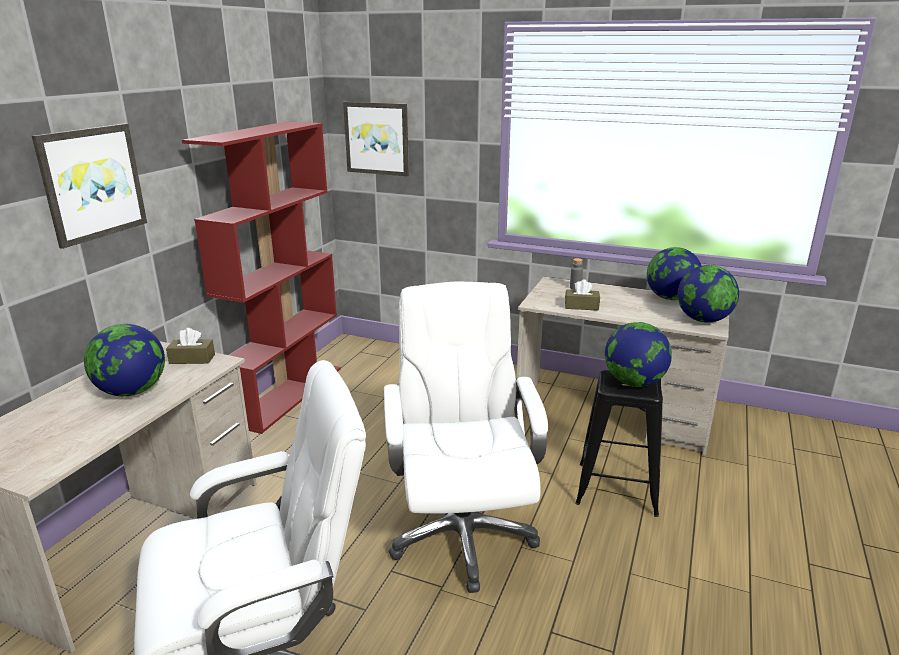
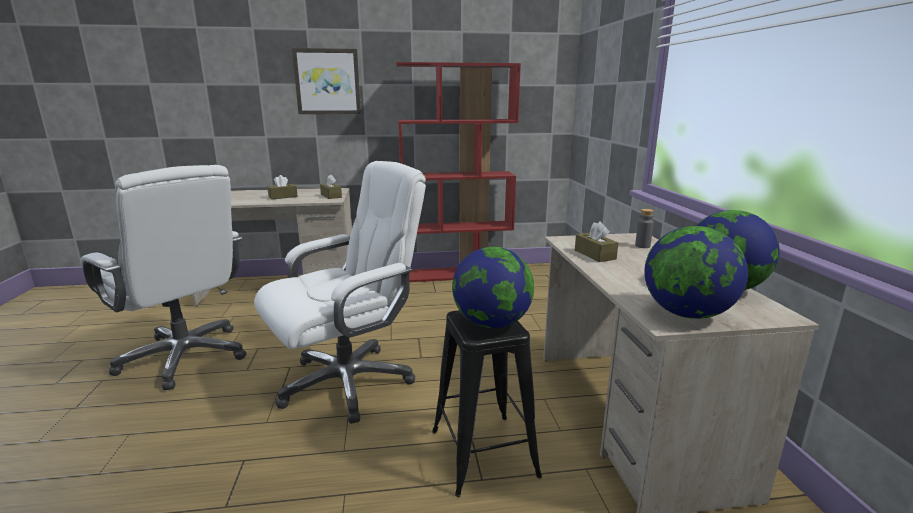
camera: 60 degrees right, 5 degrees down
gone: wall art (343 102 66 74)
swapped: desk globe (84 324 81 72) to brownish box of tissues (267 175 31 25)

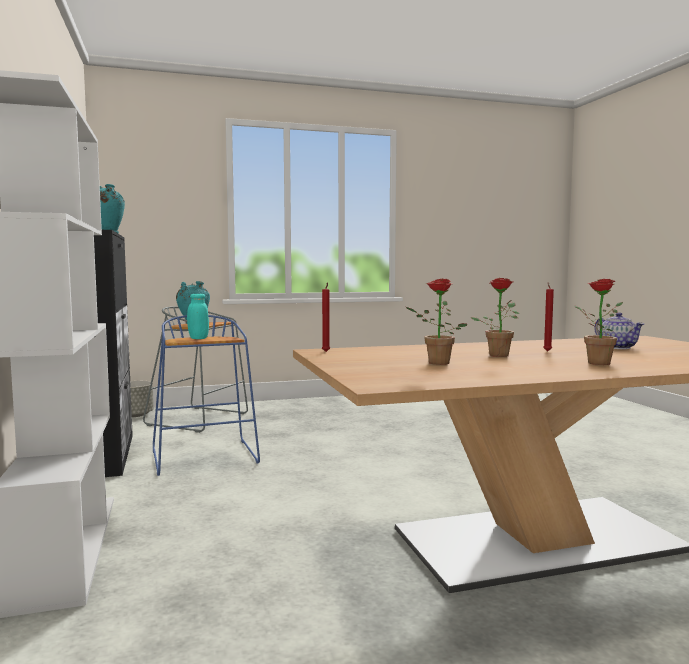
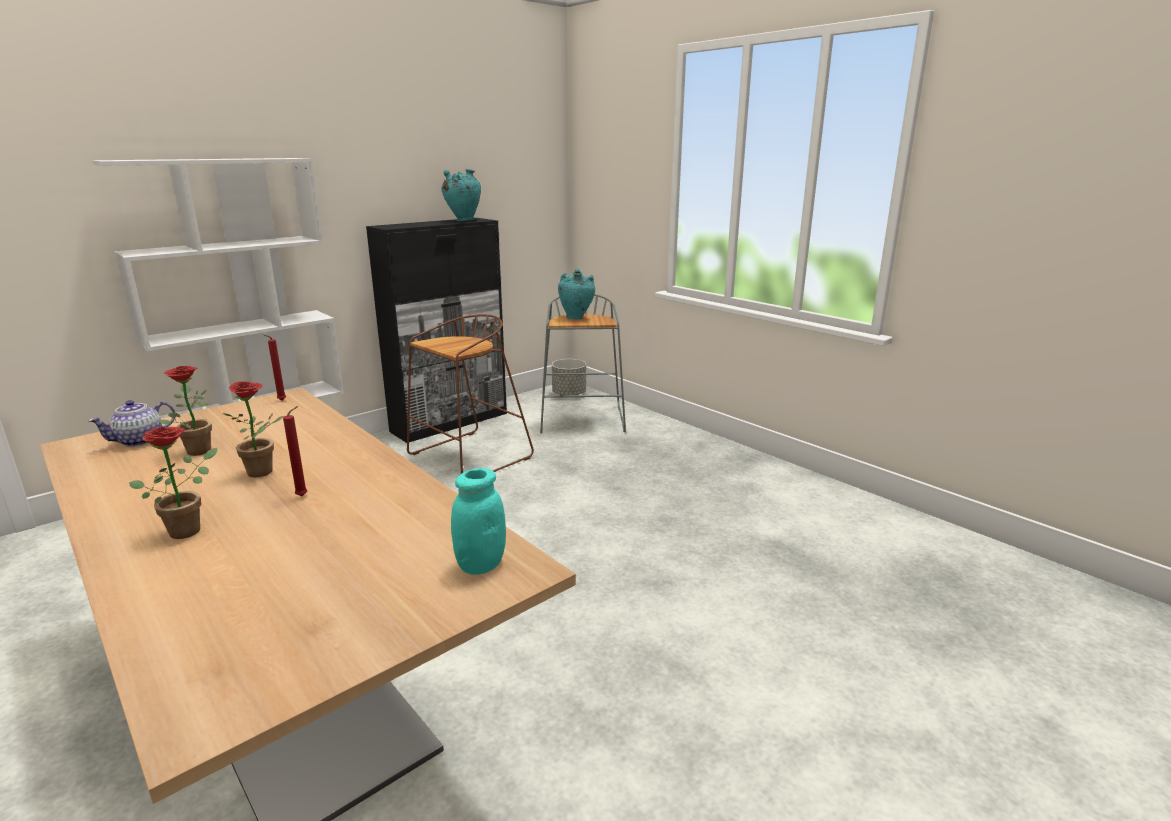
camera: 65 degrees right, 15 degrees up
shifted: blue-green storage jar (187 294 22 45) to (451 468 55 107); teapot (594 312 50 37) to (88 400 87 47)
repainted: blue stool seat (153 315 107 161) to brownish stool seat (407 314 127 160)

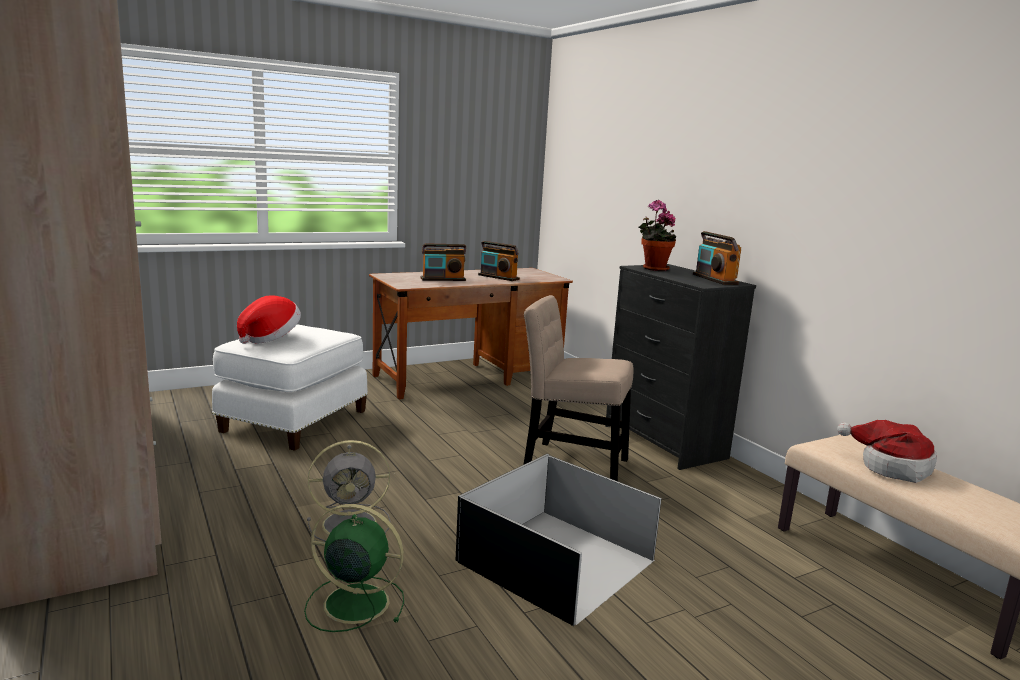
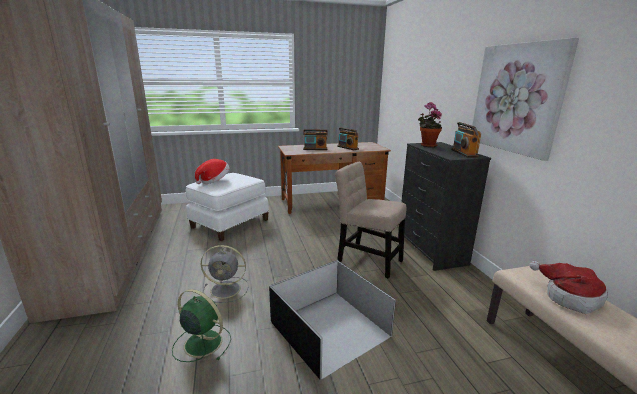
camera: 15 degrees right, 5 degrees up
new: wall art (472 38 107 123)

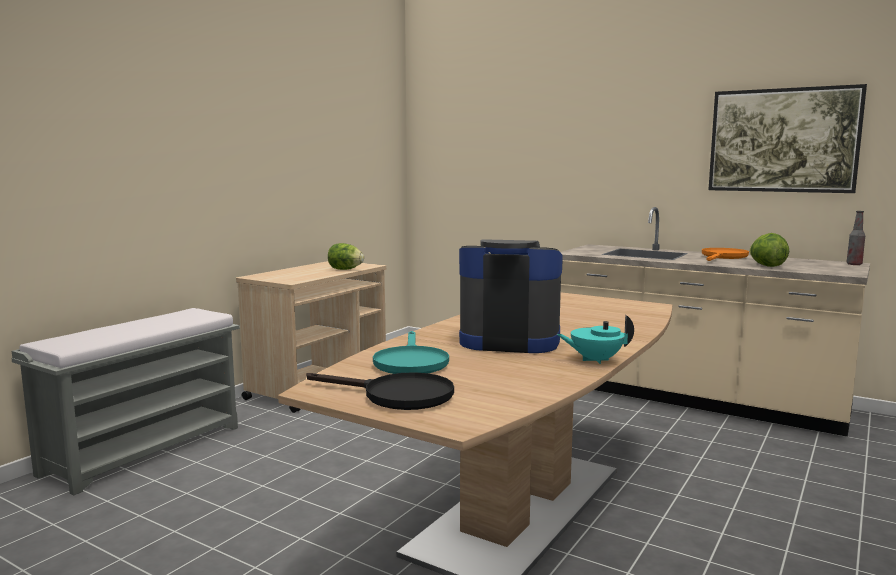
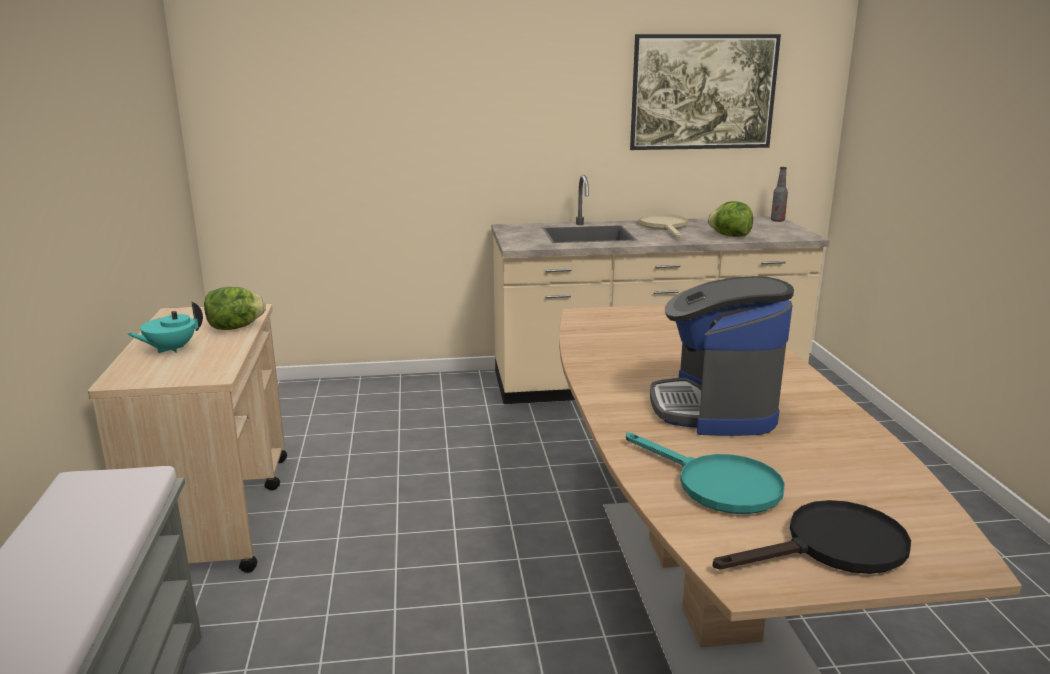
camera: 40 degrees left, 10 degrees up
shifted: blue-green teapot (557 315 77 49) to (127 301 76 52)
repainted: orange frying pan (702 248 47 13) to sand-coloured frying pan (639 214 49 24)
rotated: coffee machine (459 239 104 114) = (650 276 144 160) 60 degrees counterclockwise

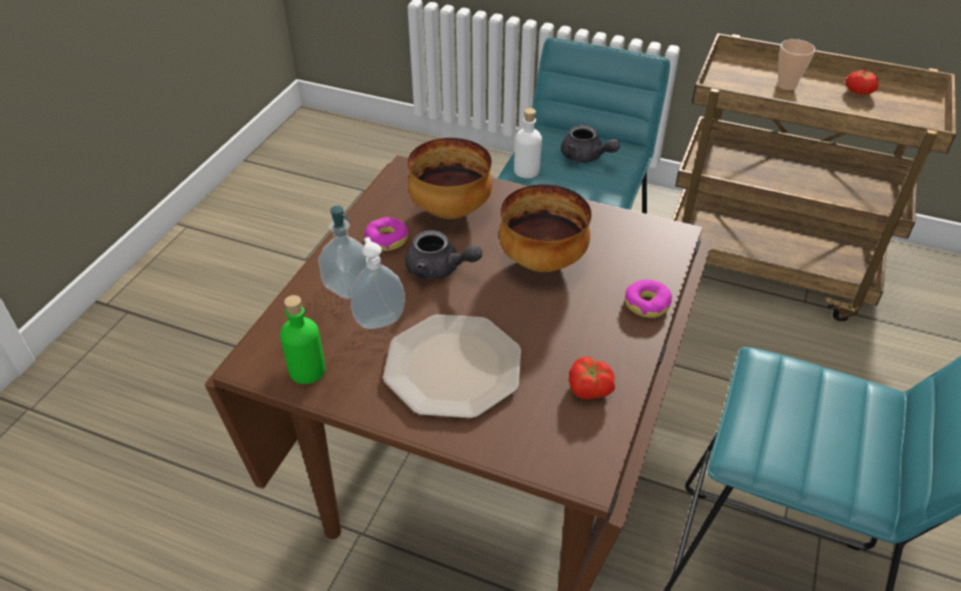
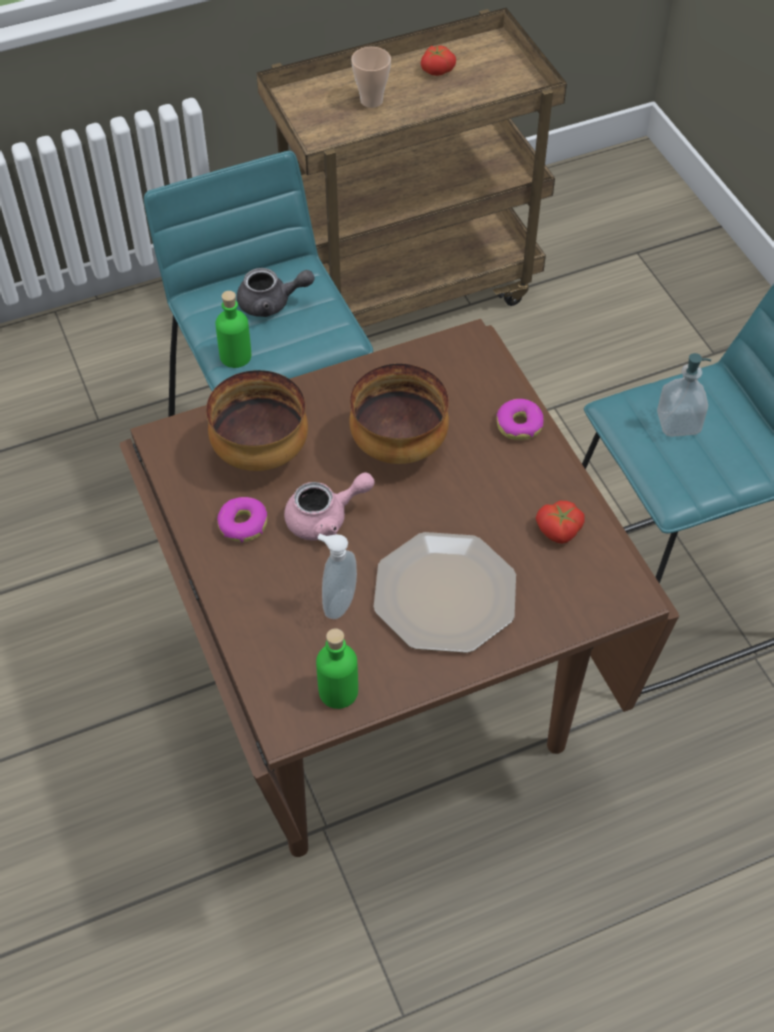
camera: 45 degrees left, 10 degrees up
shifted: soap bottle (318 206 49 93) to (657 353 54 84)
repainted: grey teapot (405 230 77 50) to pinkish teapot (284 472 91 69); whitish drink bottle (514 108 28 70) to green-coloured drink bottle (215 291 36 77)

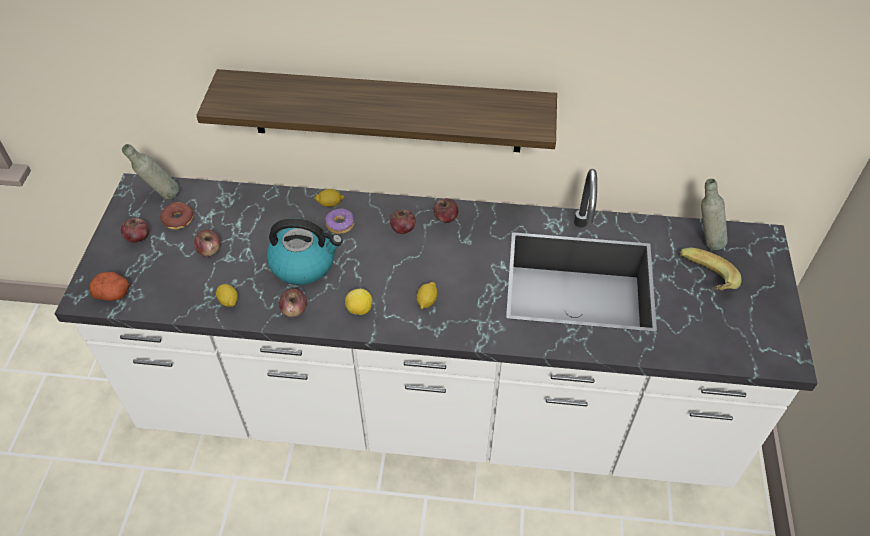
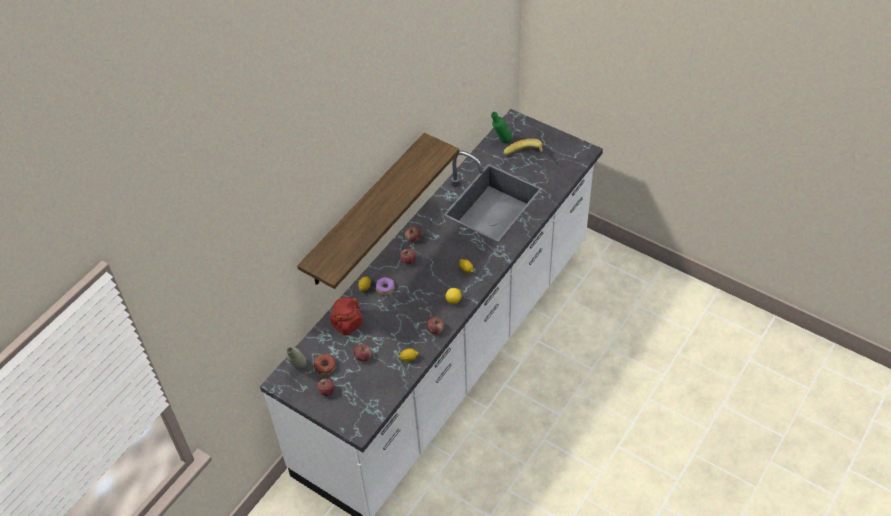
camera: 60 degrees left, 0 degrees up
gone: whole potato (89 272 40 29); water kettle (266 218 77 67)
new: reddish storage jar (330 297 33 38)
repainted: grey drink bottle (701 179 27 71) to green-coloured drink bottle (491 112 21 32)

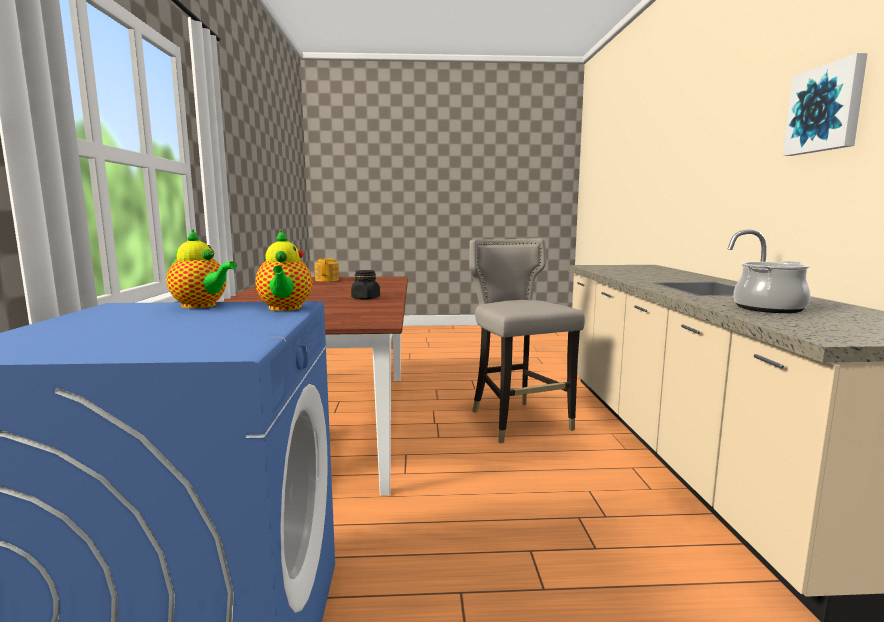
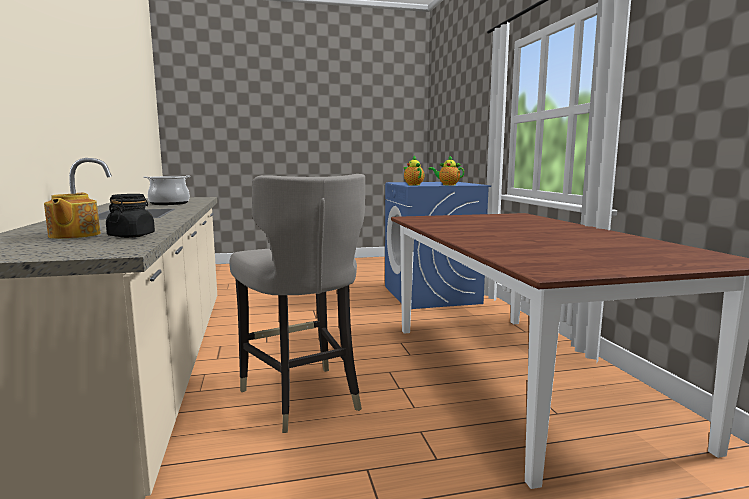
camera: 170 degrees right, 0 degrees up
gone: wall art (783 53 85 103)
shifted: teapot (315 258 24 24) to (44 193 56 46); blackish storage jar (351 270 29 30) to (106 194 49 44)

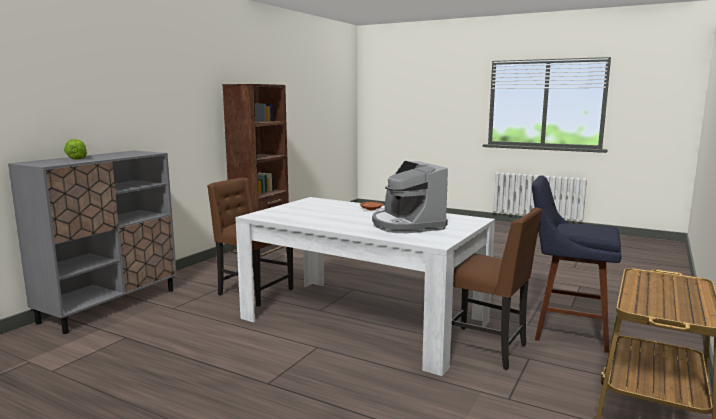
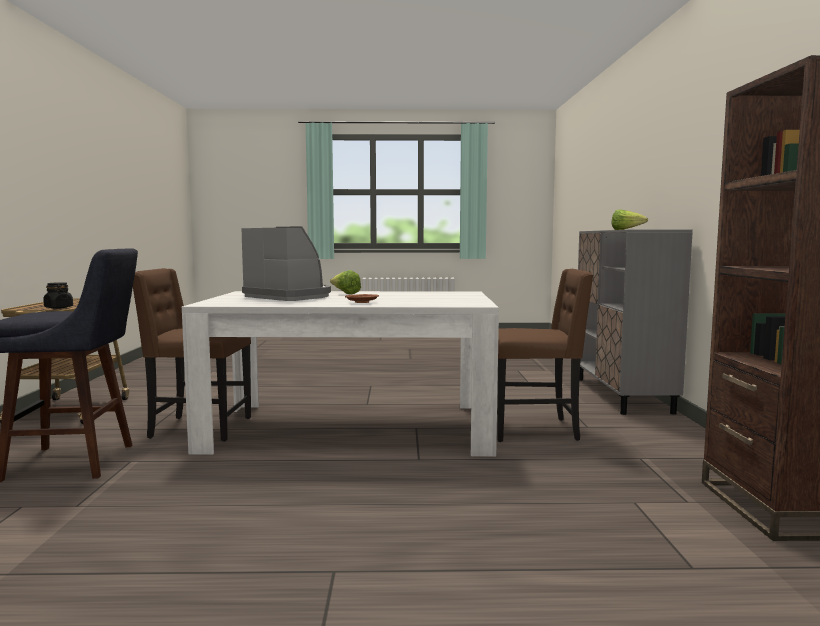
camera: 150 degrees right, 5 degrees down
new: blackish storage jar (43 282 30 27); lettuce head (330 270 31 25)

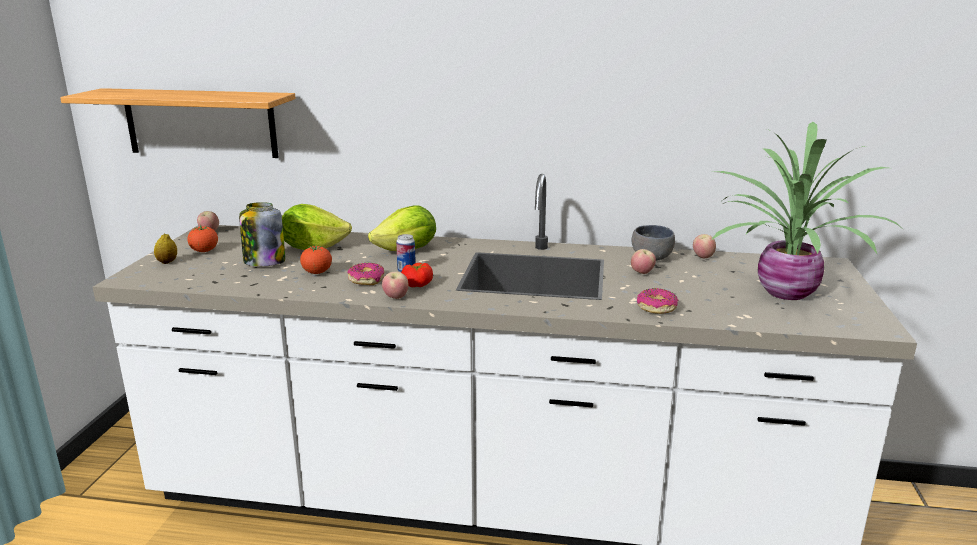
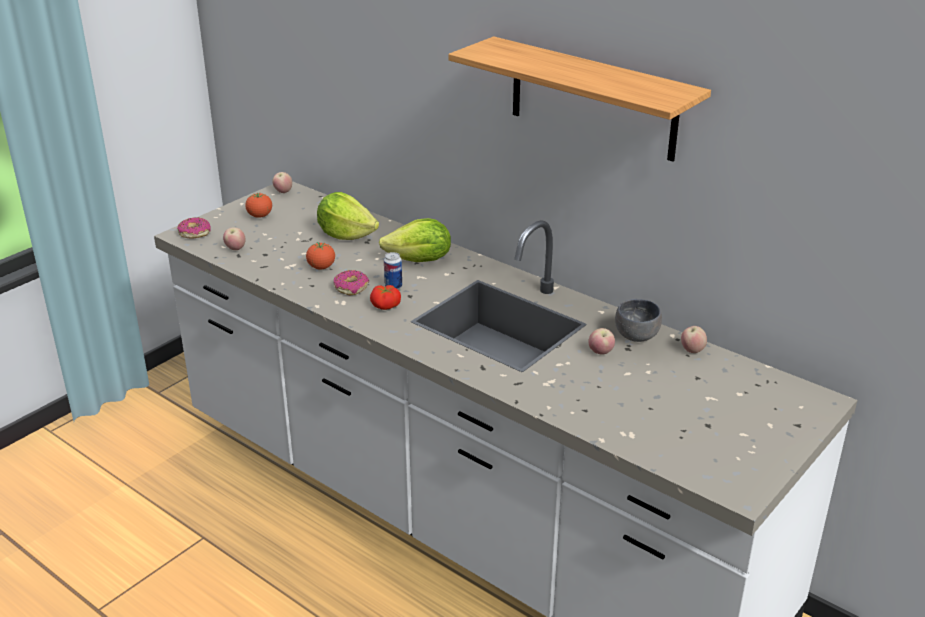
camera: 30 degrees right, 10 degrees up
gone: lemon (154 234 23 30); storage jar (239 202 46 64); plant in a pot (711 122 189 178)
shifted: shelf (60 88 236 70) to (448 36 263 126); apple (382 272 27 27) to (223 227 23 23); doughnut (637 288 42 26) to (177 217 34 22)

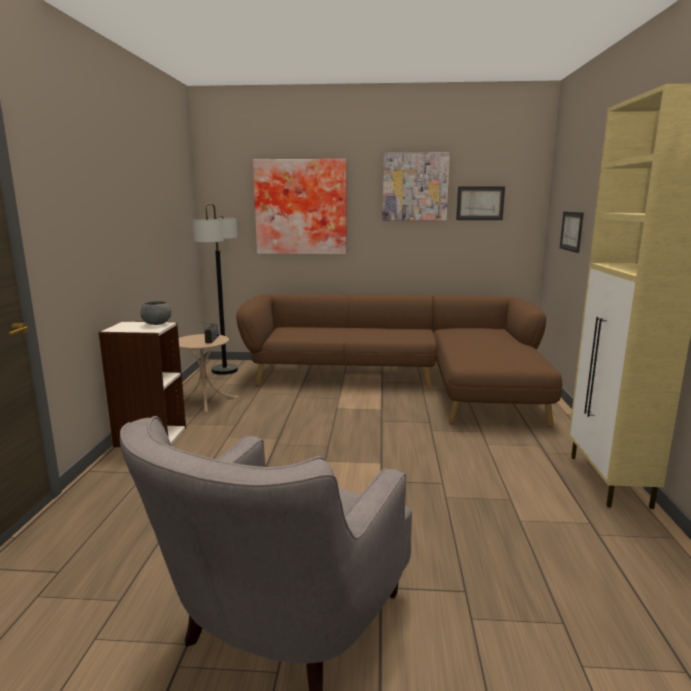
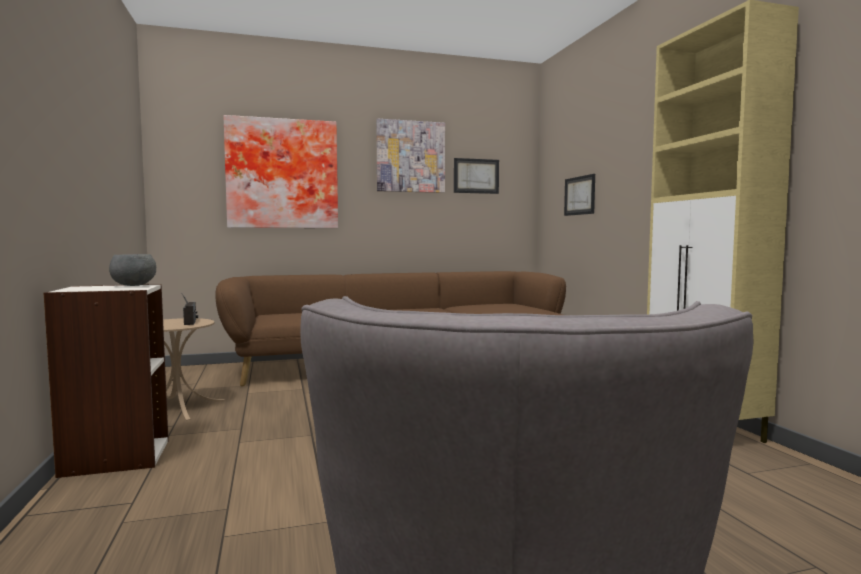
camera: 20 degrees left, 10 degrees down
gone: floor lamp (192 204 46 171)

